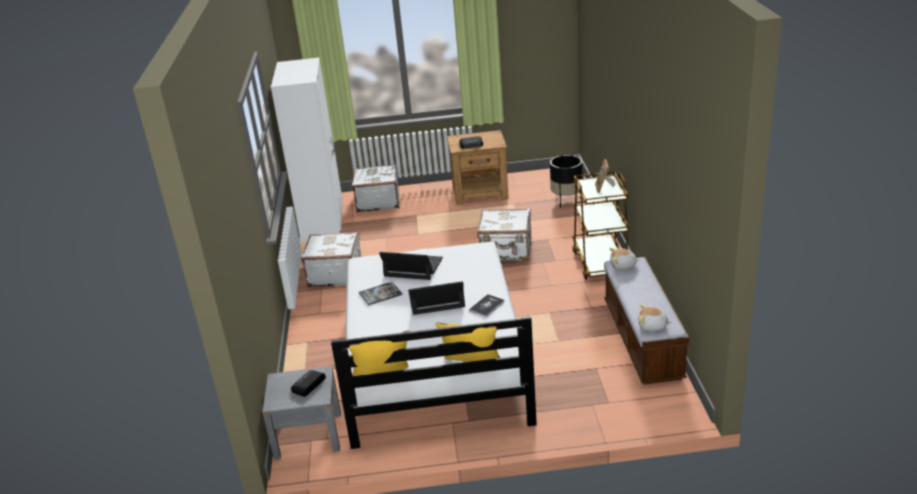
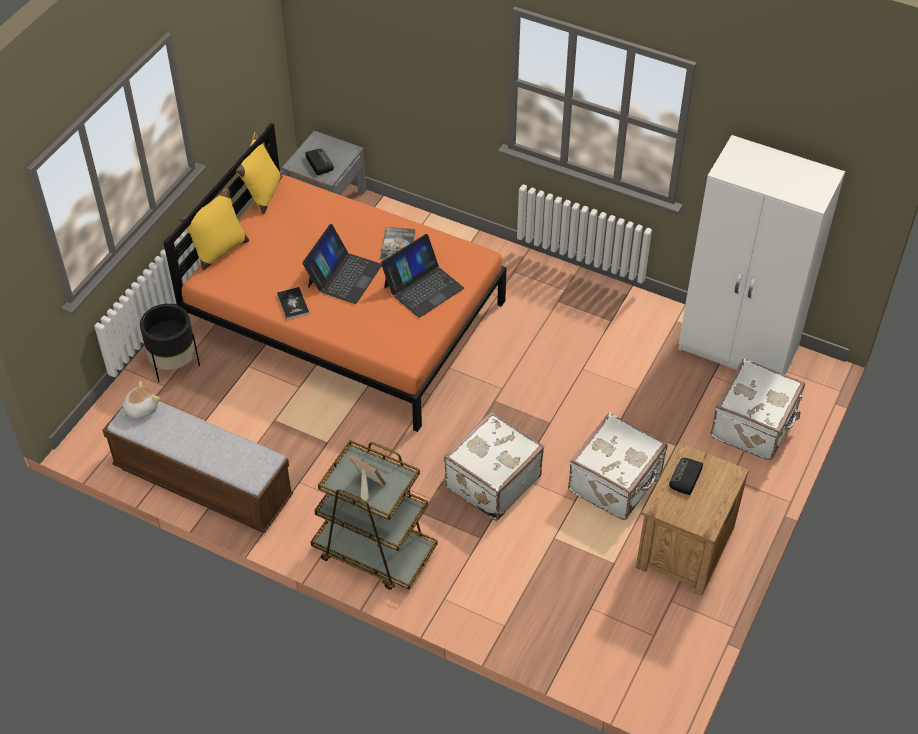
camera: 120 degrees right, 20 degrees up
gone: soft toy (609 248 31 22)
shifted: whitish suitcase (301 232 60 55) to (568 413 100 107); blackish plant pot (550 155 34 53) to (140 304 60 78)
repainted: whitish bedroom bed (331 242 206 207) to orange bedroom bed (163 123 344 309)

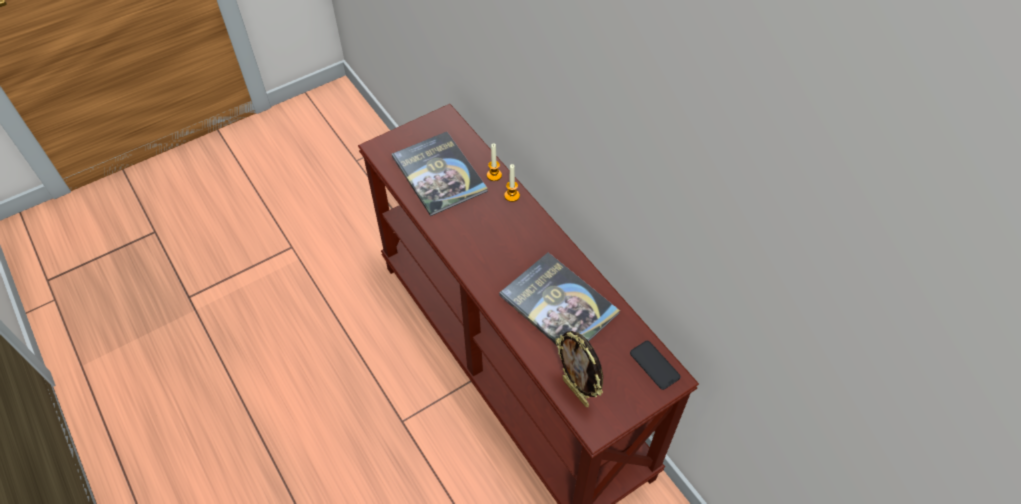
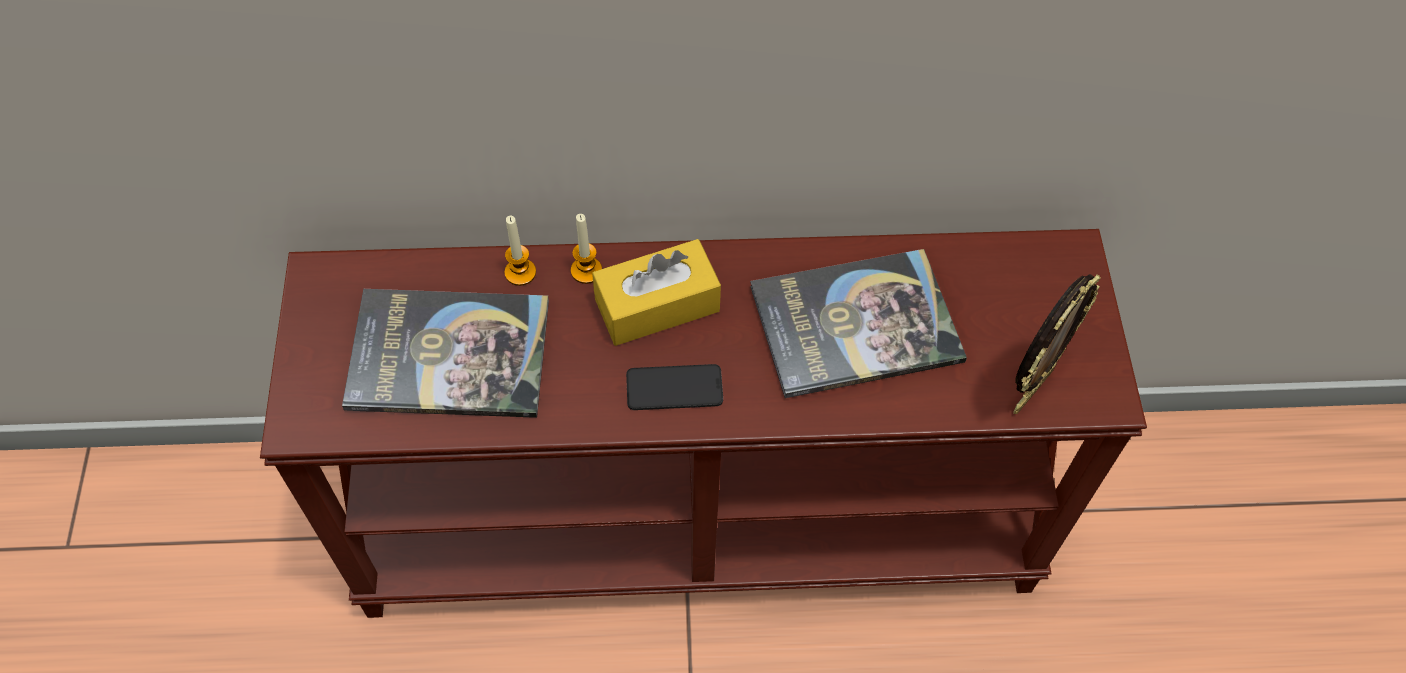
camera: 60 degrees left, 5 degrees up
new: yellowish box of tissues (592 239 129 107)
shifted: phone (630 341 50 49) to (626 364 97 46)
rotated: picture frame (555 331 48 76) = (1014 274 87 140) 45 degrees counterclockwise

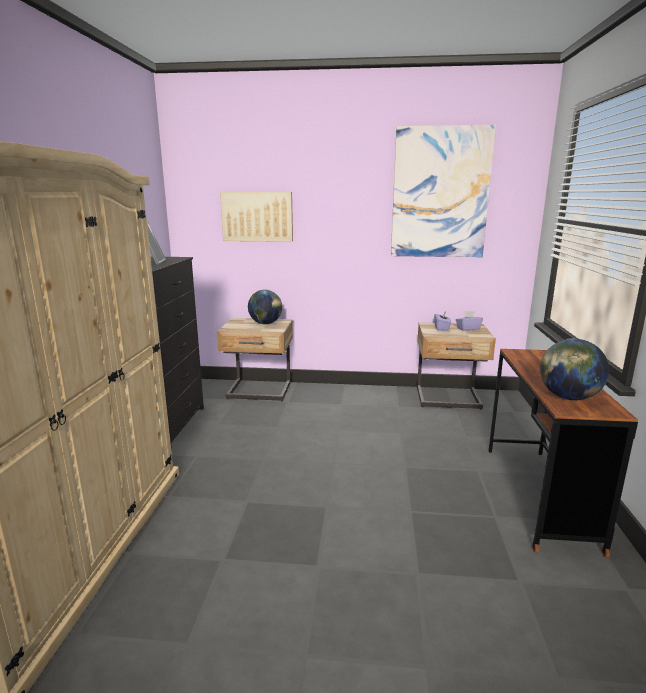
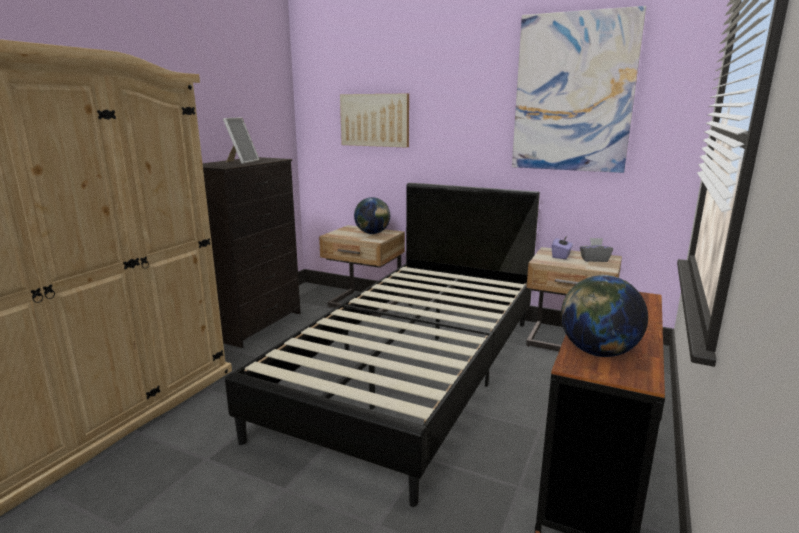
camera: 20 degrees right, 0 degrees up
new: blackish bedroom bed (225 183 315 324)
repainted: purplish box of tissues (456 311 27 20) to grey box of tissues (580 238 33 24)

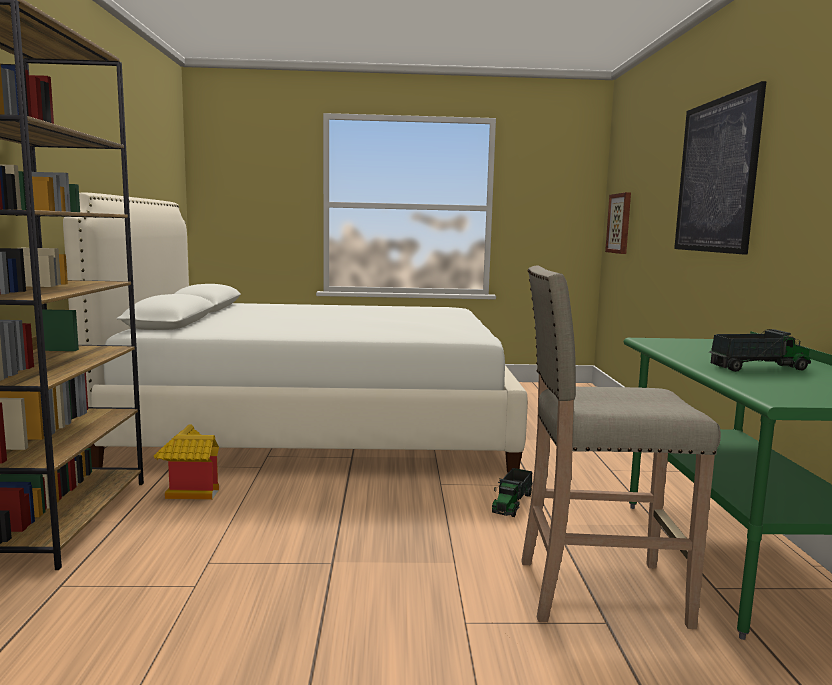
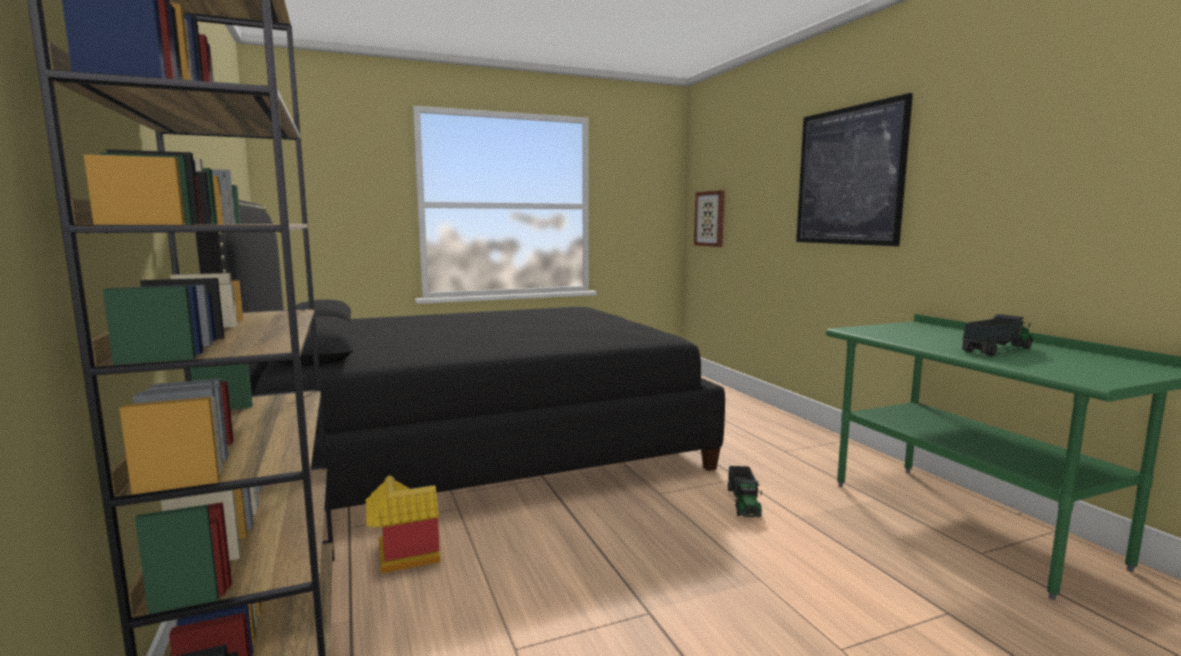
camera: 20 degrees left, 0 degrees up
gone: sand-coloured stool seat (521 266 200 363)
repainted: whitish bedroom bed (63 192 465 280) to blackish bedroom bed (196 200 529 311)

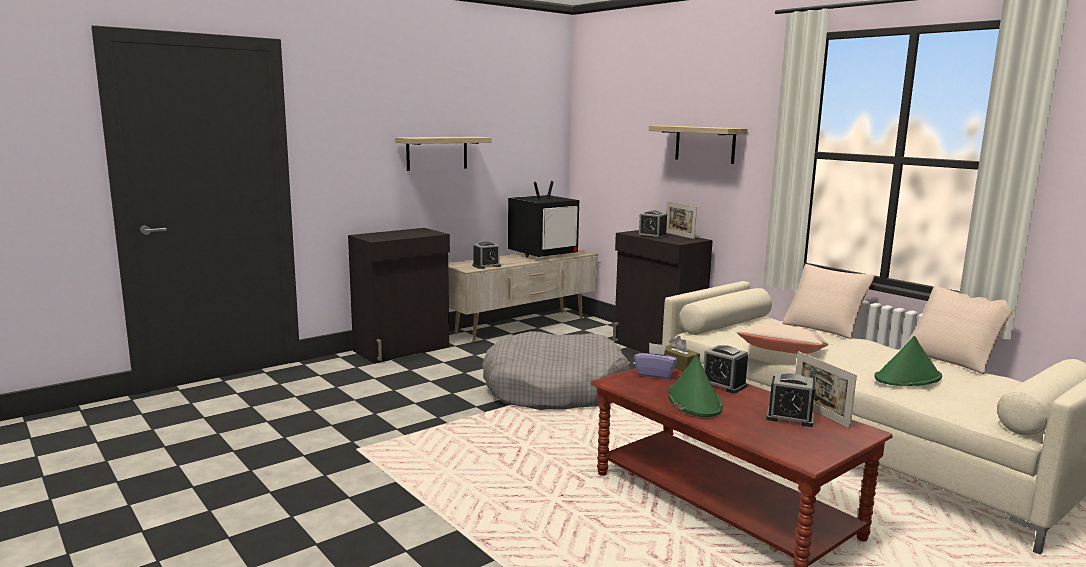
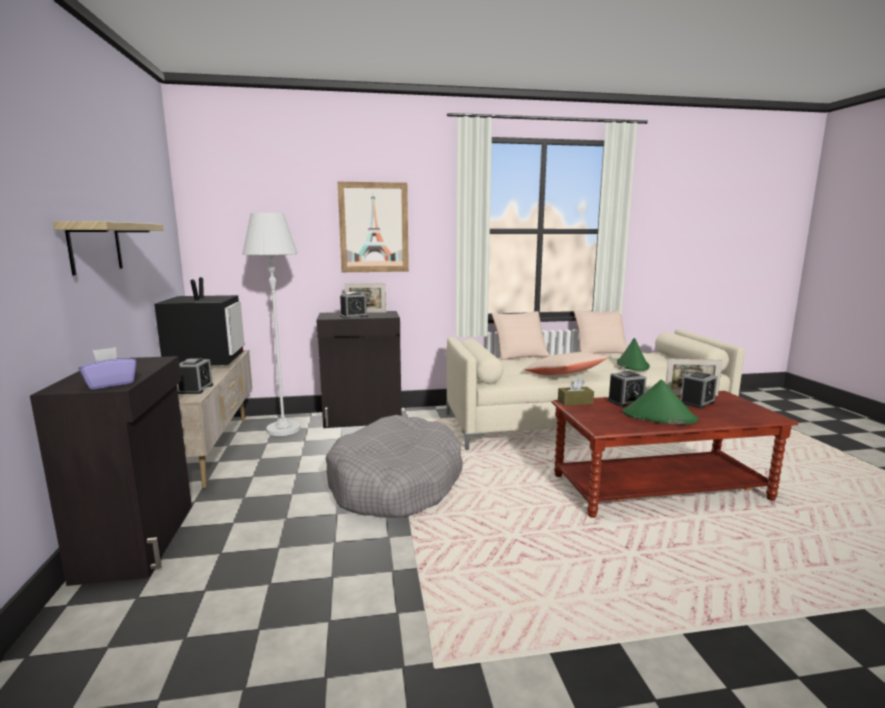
camera: 60 degrees left, 0 degrees up
new: whitish floor lamp (242 213 59 223)
shifted: purplish box of tissues (634 343 43 36) to (78 347 58 43)
swapped: shelf (649 126 99 38) to wall art (338 182 71 90)

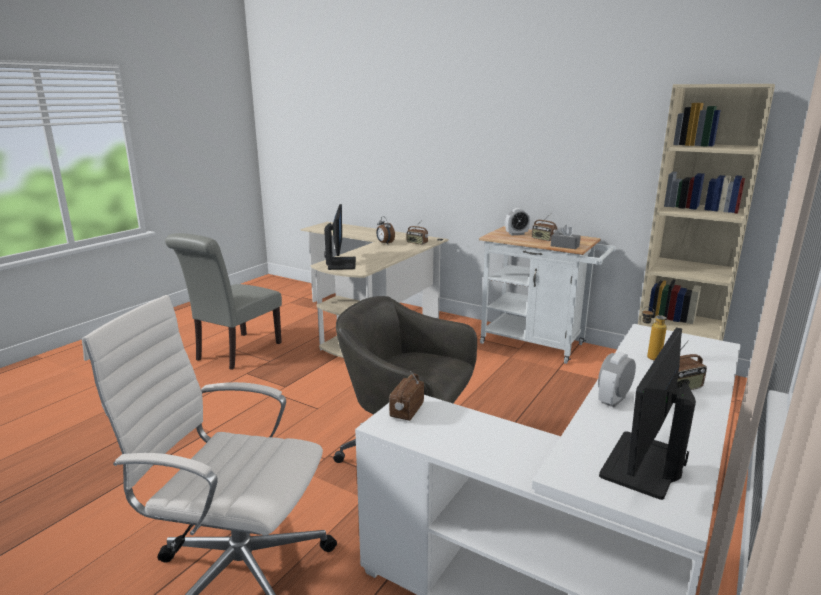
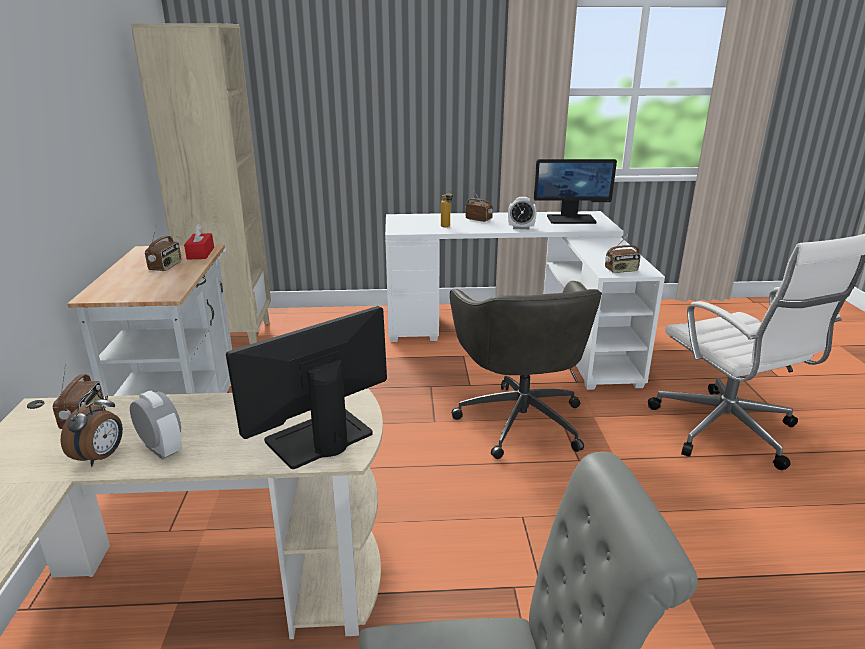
camera: 125 degrees left, 5 degrees up
shifted: bedside clock (505 208 25 28) to (130 391 52 69)
repainted: grey box of tissues (551 225 30 24) to reddish box of tissues (184 224 30 36)

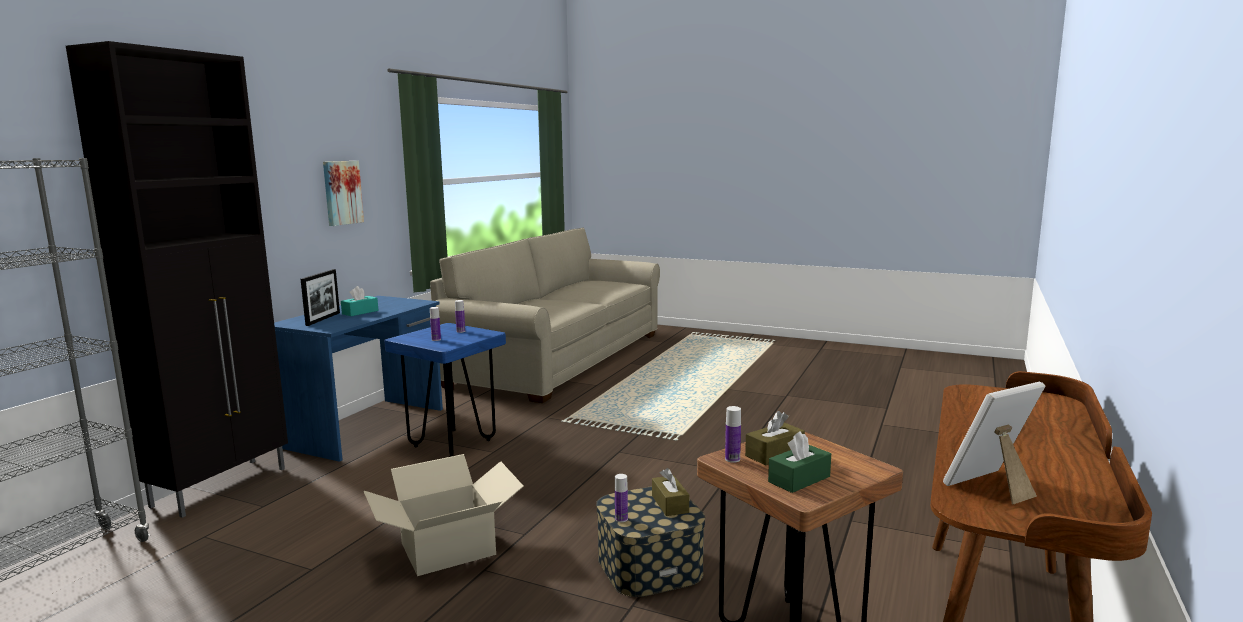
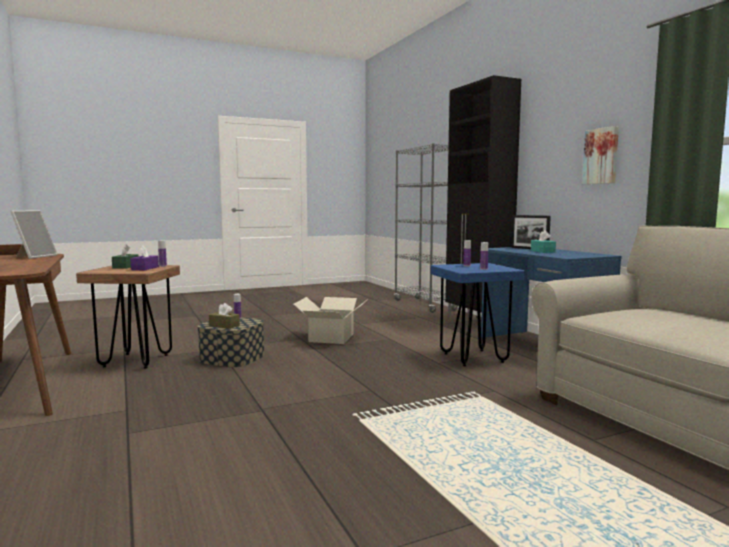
camera: 130 degrees right, 5 degrees down
repainted: brownish box of tissues (745 411 60 55) to purplish box of tissues (131 245 28 25)

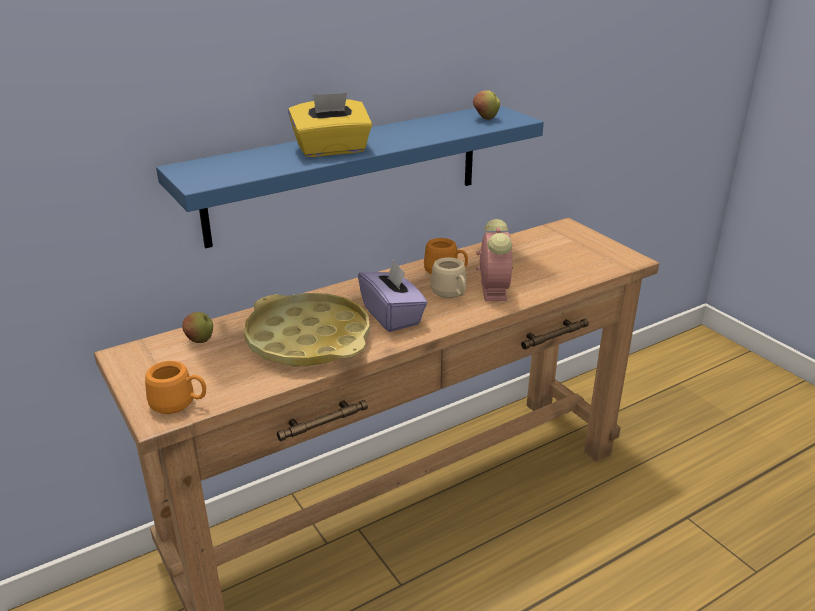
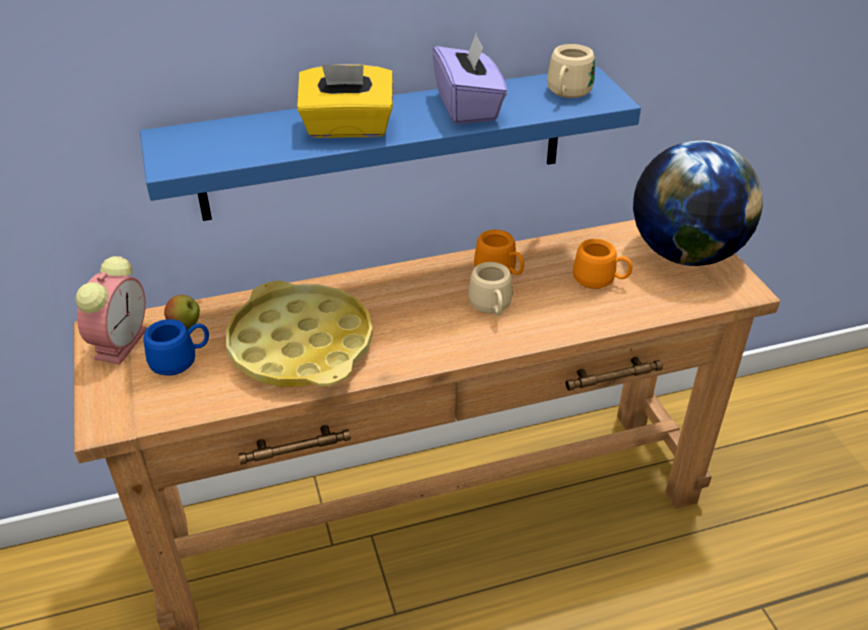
camera: 15 degrees right, 10 degrees up
new: blue tea mug (143 319 66 57); desk globe (633 140 130 126)
shifted: orange tea mug (145 361 61 53) to (573 239 59 50); purplish box of tissues (358 260 69 72) to (433 33 74 91); bedside clock (476 219 37 82) to (75 256 72 109)
swapped: apple (473 90 27 30) to sand-coloured tea mug (547 44 48 54)

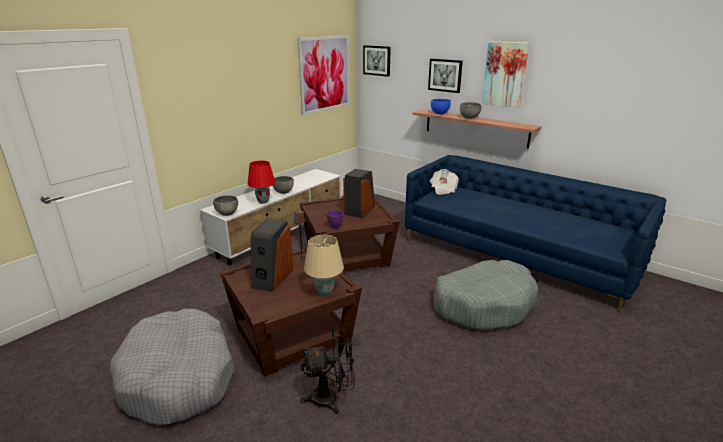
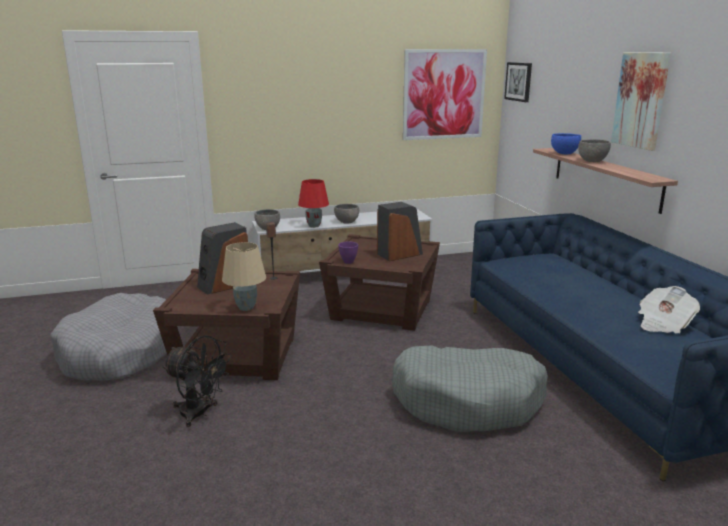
camera: 35 degrees right, 5 degrees down
gone: wall art (428 59 35 34)
shifted: newspaper (430 169 29 26) to (638 286 62 47)

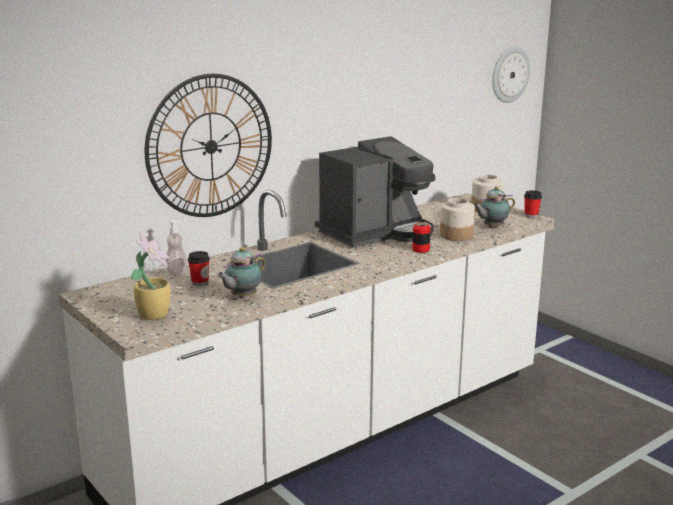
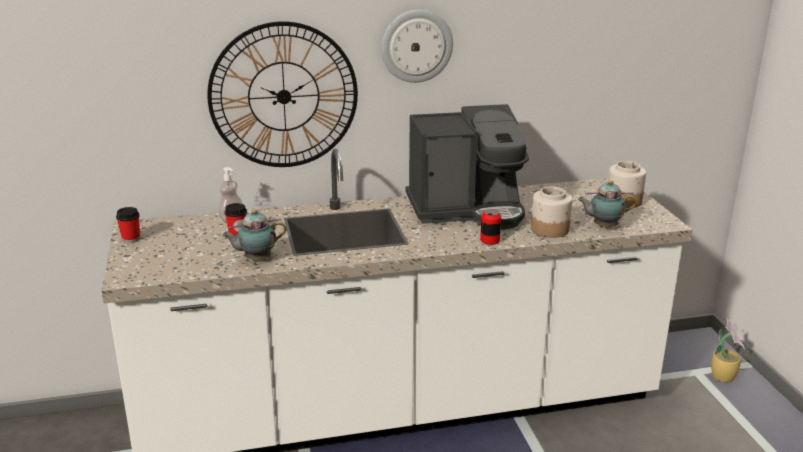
camera: 25 degrees right, 5 degrees up
shifted: plant in a pot (131 233 39 87) to (711 318 34 65); wall clock (492 47 38 56) to (381 9 72 74); drinking cup (524 190 18 28) to (116 207 24 36)

